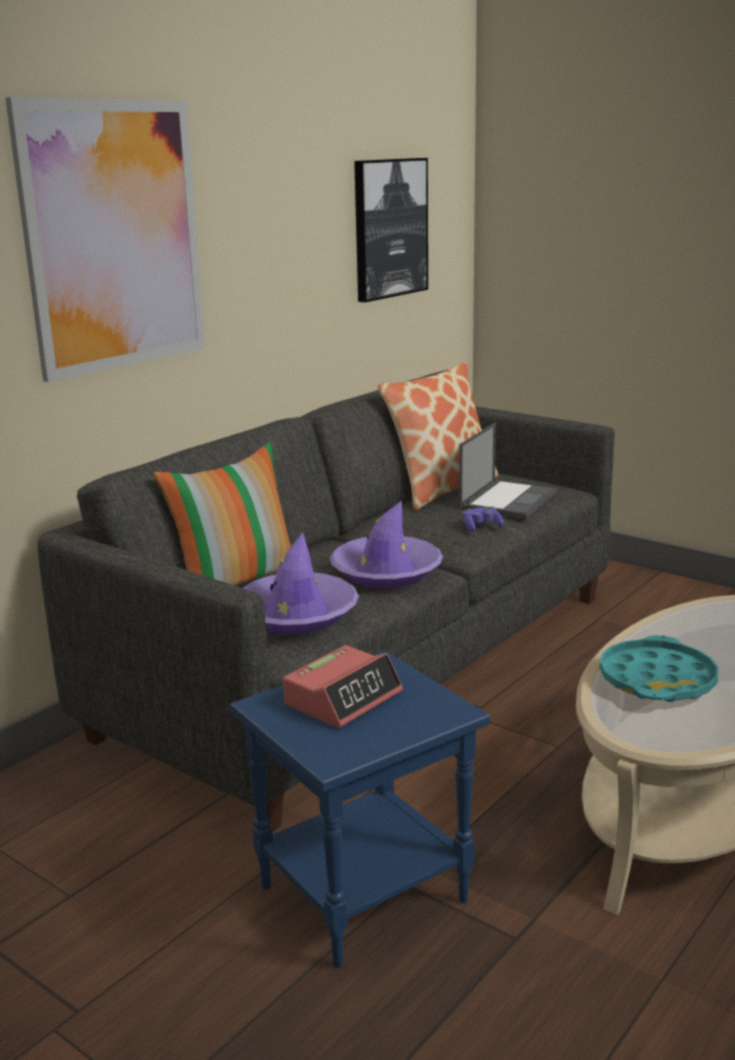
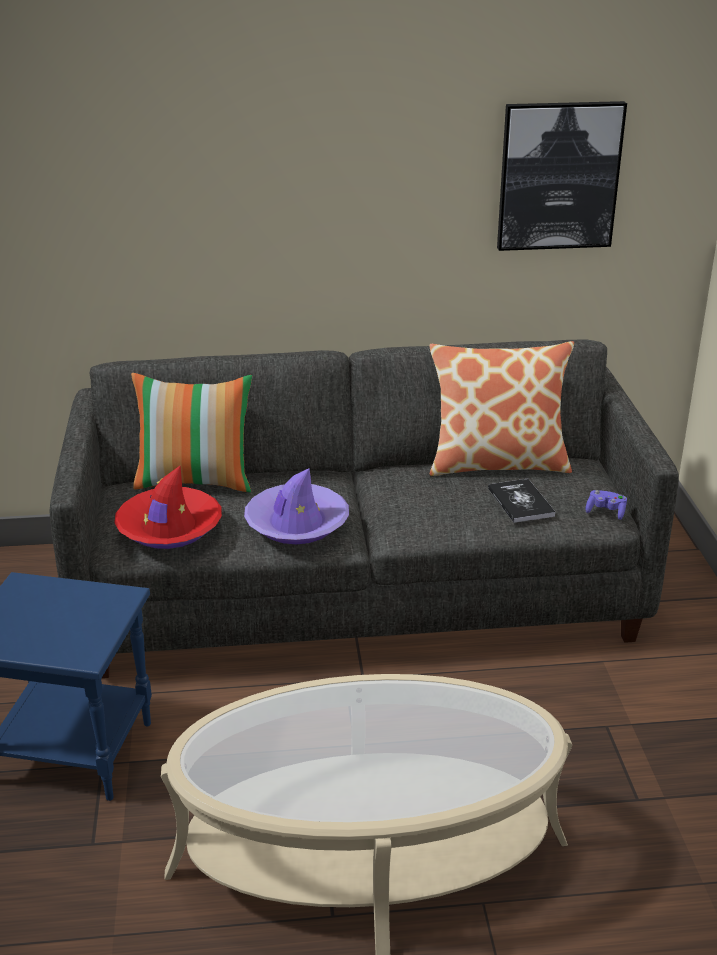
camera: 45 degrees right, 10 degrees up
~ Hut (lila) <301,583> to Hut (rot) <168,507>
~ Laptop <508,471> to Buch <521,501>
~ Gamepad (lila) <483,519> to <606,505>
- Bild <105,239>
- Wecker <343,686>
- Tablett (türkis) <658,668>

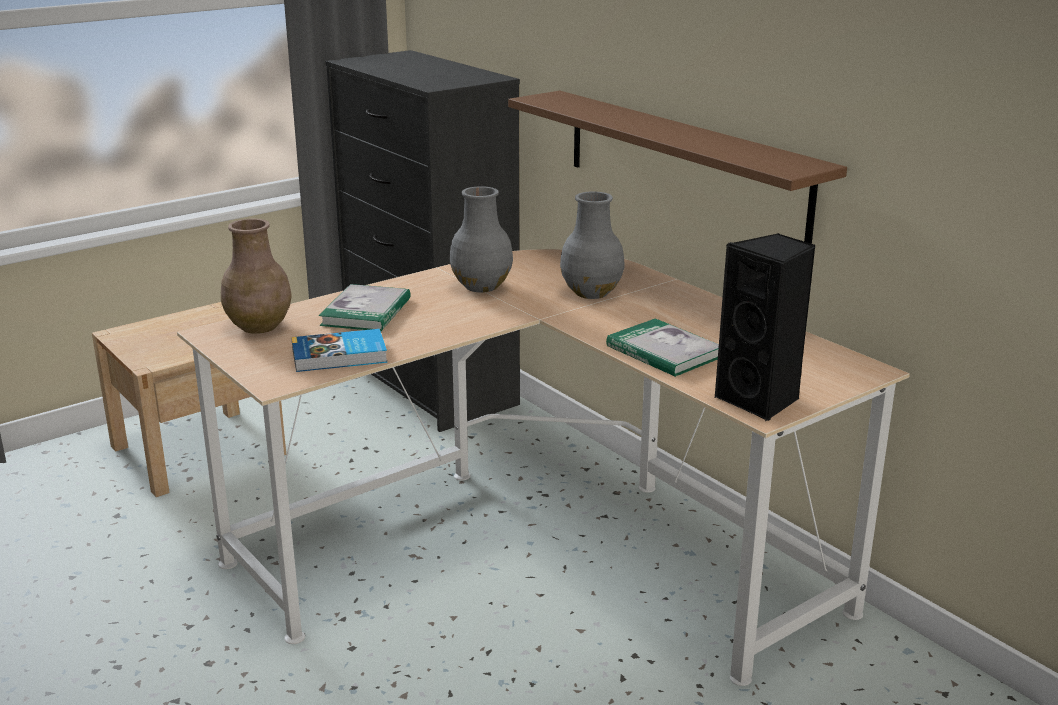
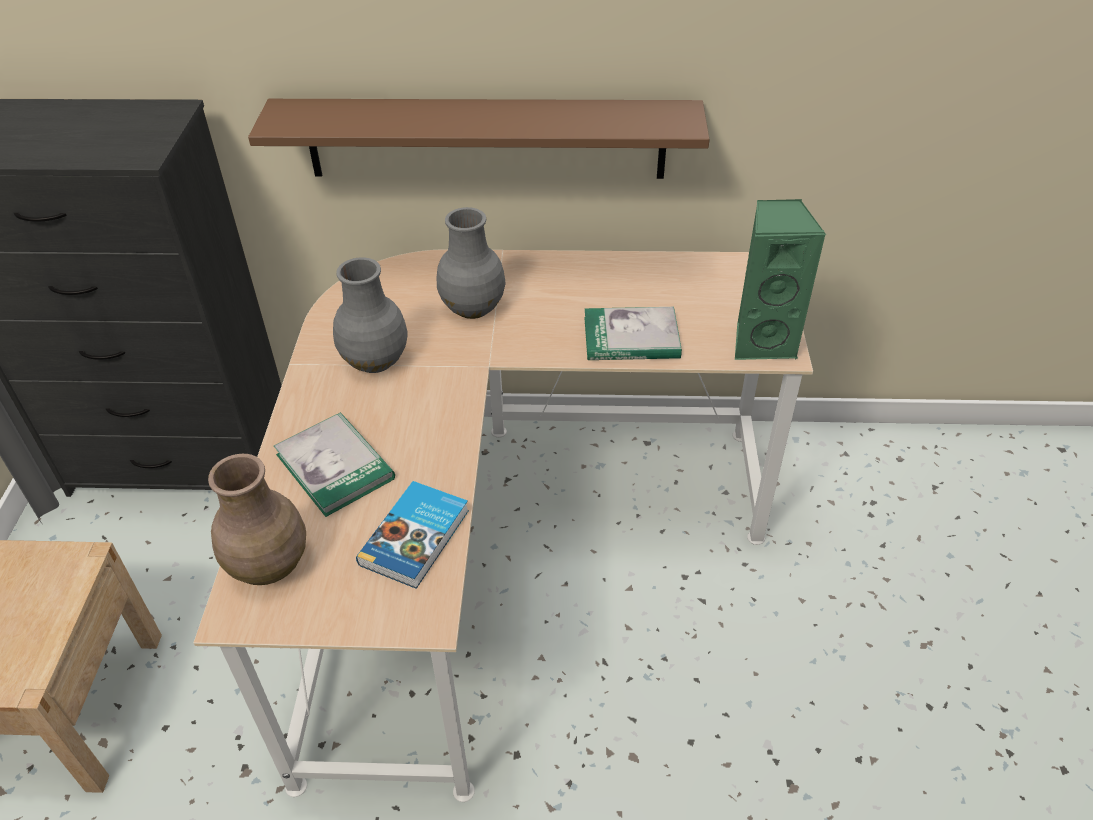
camera: 50 degrees left, 20 degrees up
~ Lautsprecher (schwarz) <764,327> to Lautsprecher (grün) <780,280>

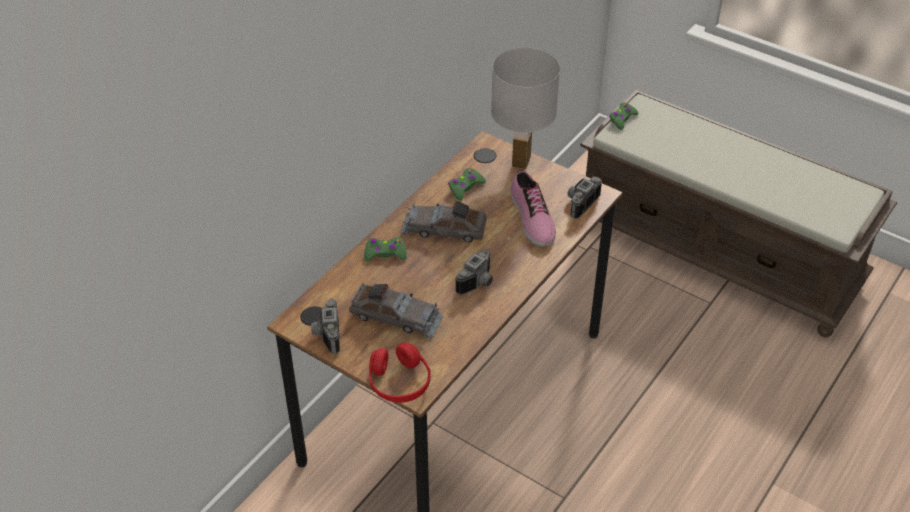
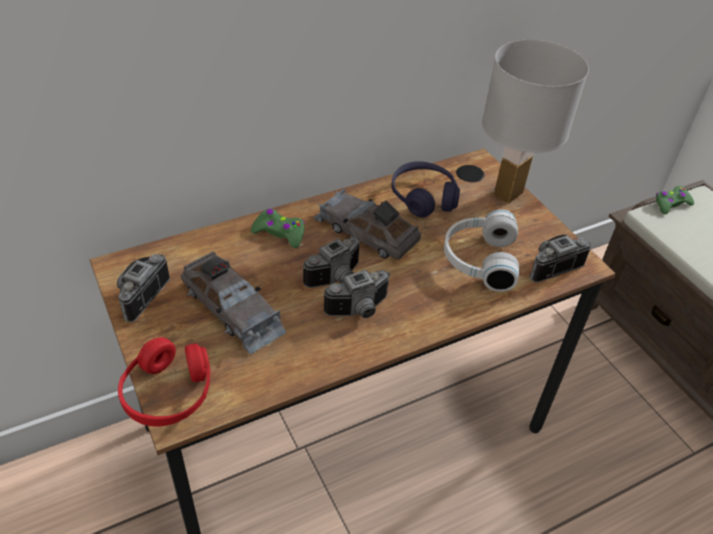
camera: 25 degrees right, 0 degrees up
+ Kamera <331,262>
~ Gamepad (grün) <467,184> to Kopfhörer (lila) <426,189>
~ Schuh <533,209> to Kopfhörer (weiß) <481,251>

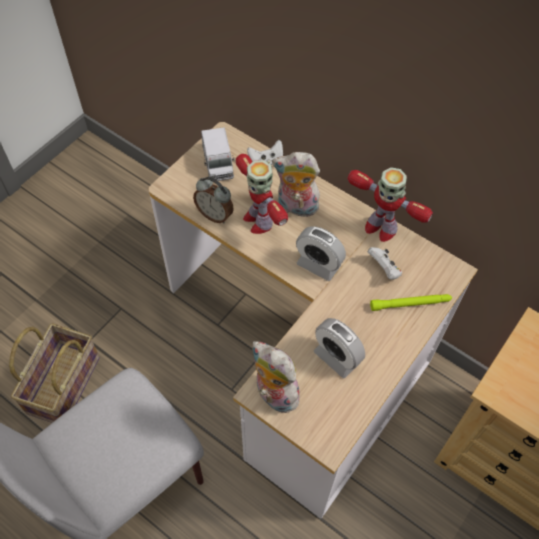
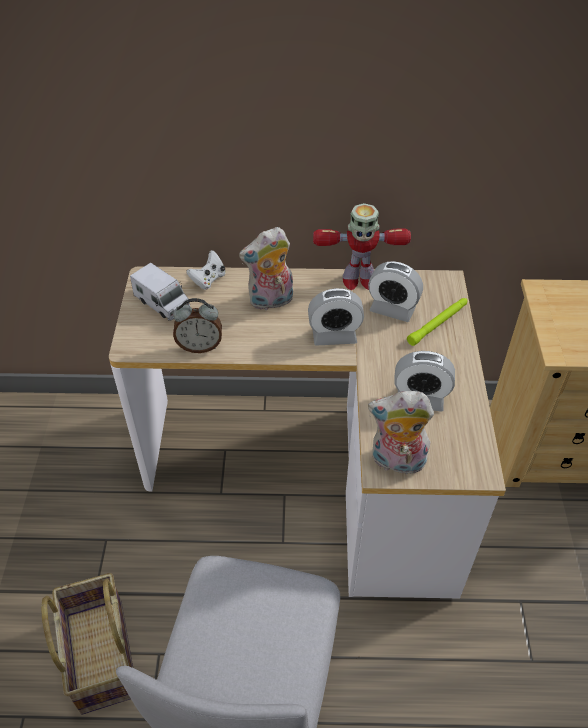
camera: 35 degrees left, 10 degrees down
~ Gamepad (weiß) <385,263> to Wecker <395,291>
- Spielzeugroboter <262,194>

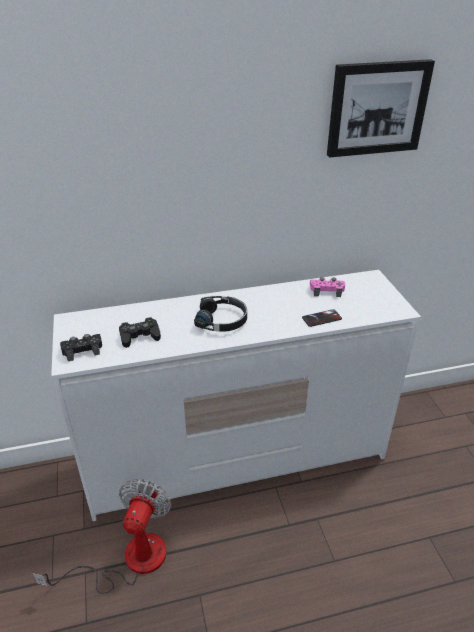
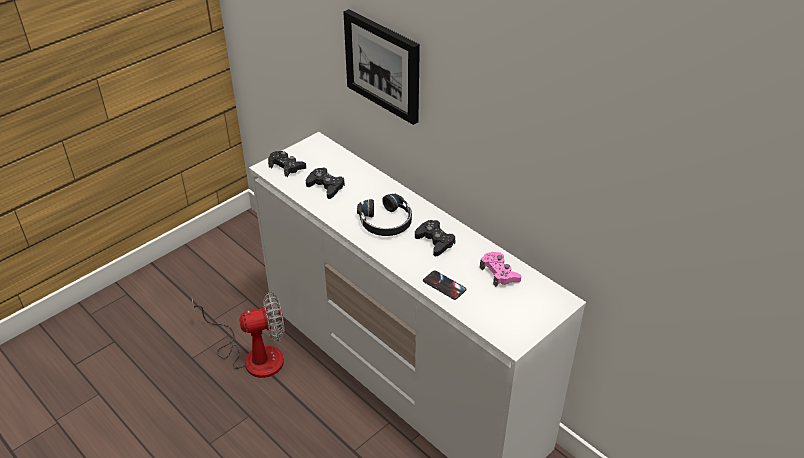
camera: 60 degrees right, 5 degrees up
~ Bild <381,108> to <381,67>
+ Gamepad (schwarz) <435,238>

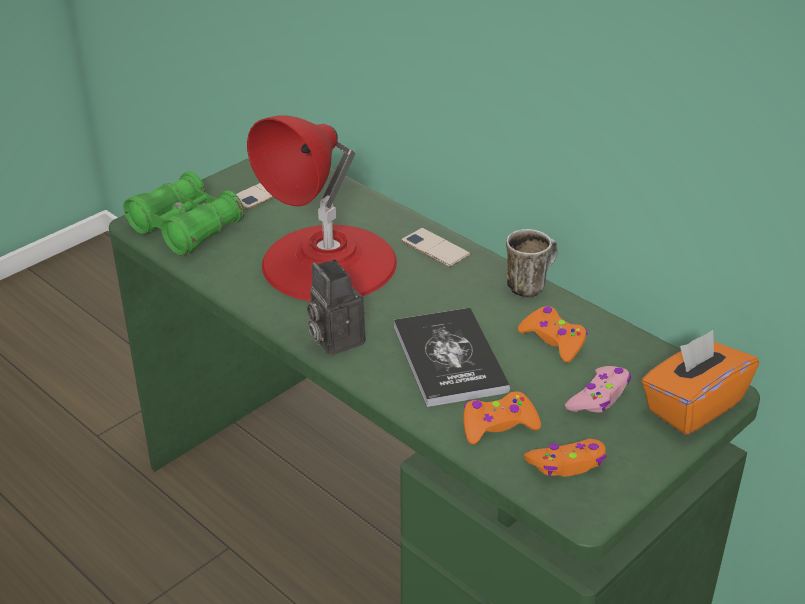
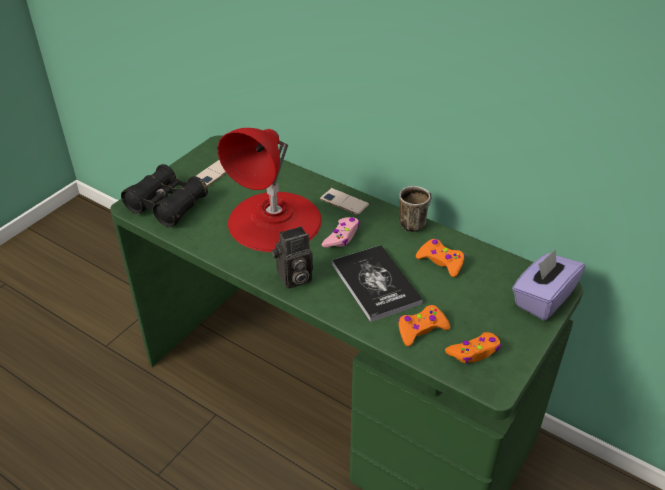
camera: 10 degrees left, 5 degrees up
~ Fernglas (grün) <183,213> to Fernglas (schwarz) <164,195>
~ Kamera <336,308> = <292,257> 75 degrees counterclockwise
~ Gamepad (rosa) <598,389> to <341,232>
~ Taschentuchbox (orange) <700,382> to Taschentuchbox (lila) <548,285>

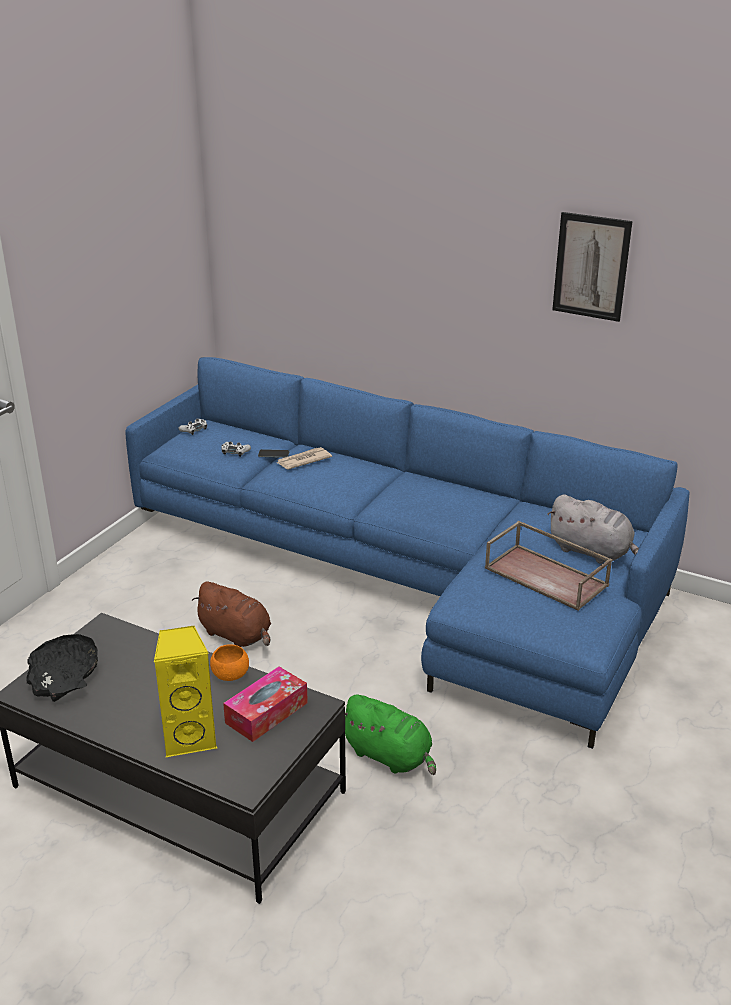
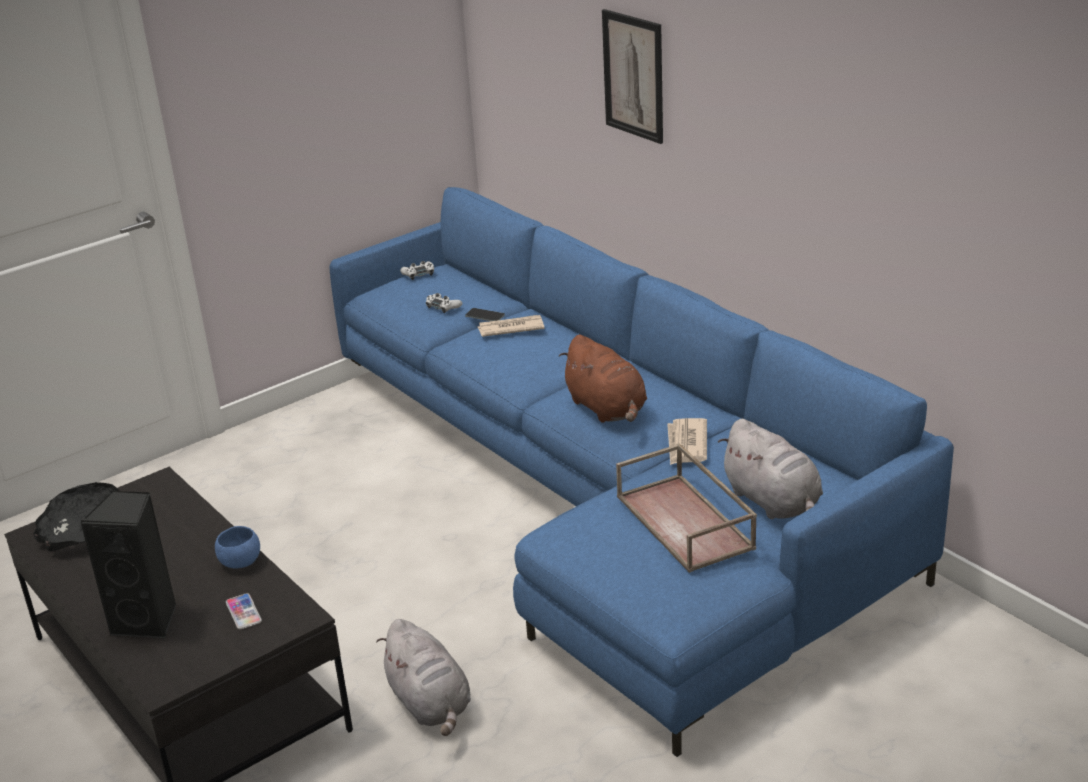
camera: 25 degrees right, 0 degrees up
~ Lautsprecher (gelb) <185,692> to Lautsprecher (schwarz) <128,565>
~ Schüssel (orange) <229,662> to Schüssel (blau) <237,547>
~ Taschentuchbox <265,704> to Handy <244,611>
~ Plüschtier (grün) <390,735> to Plüschtier (grau) <423,677>
~ Plüschtier (braun) <231,614> to <603,379>
~ Bild <592,267> to <632,76>
+ Zeitung <687,441>

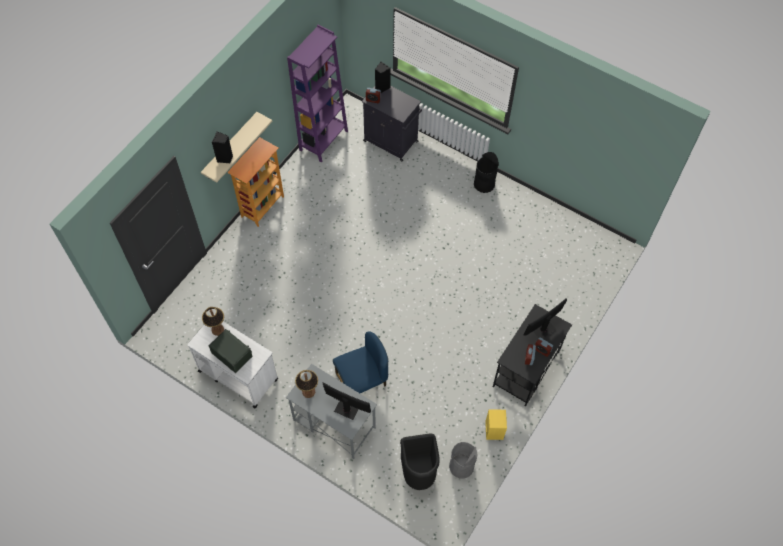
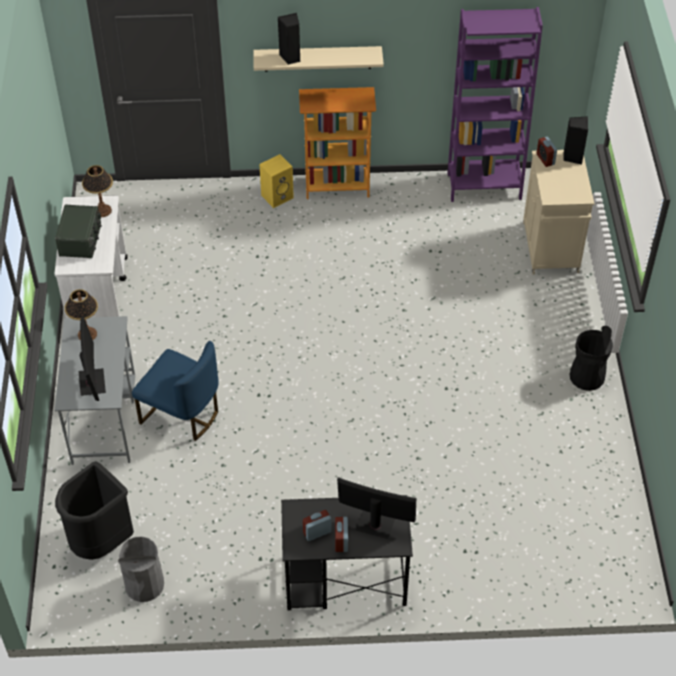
camera: 55 degrees right, 10 degrees down
~ Lautsprecher (gelb) <496,425> to <276,181>
~ Schrank (schwarz) <392,123> to Schrank (beige) <558,212>

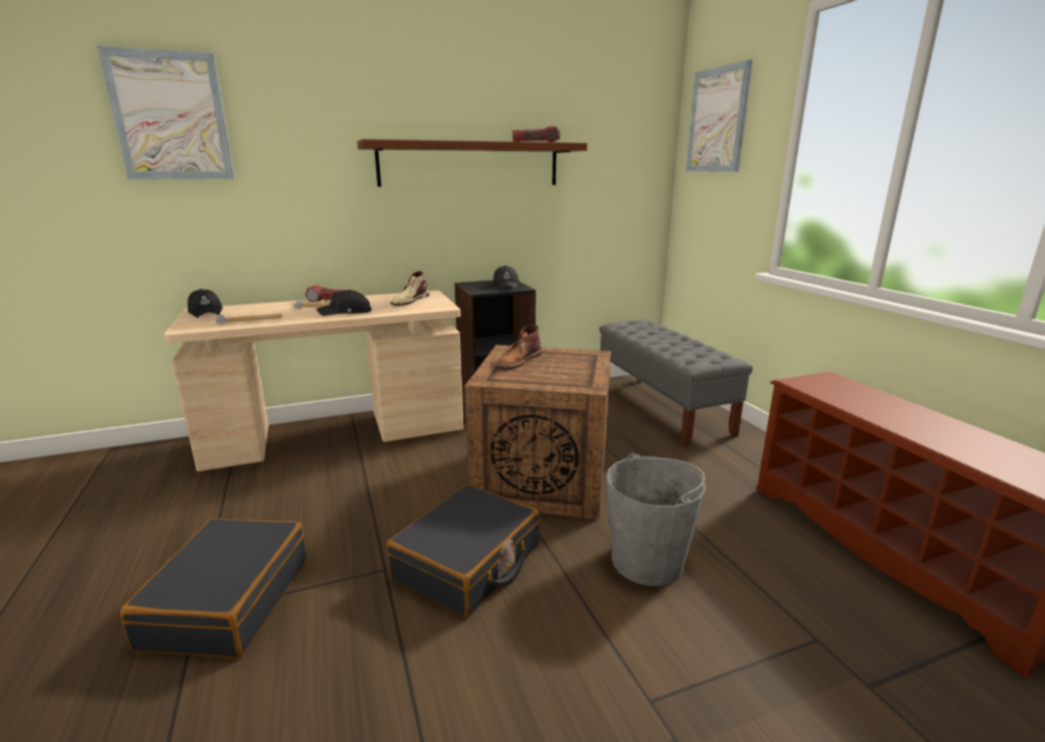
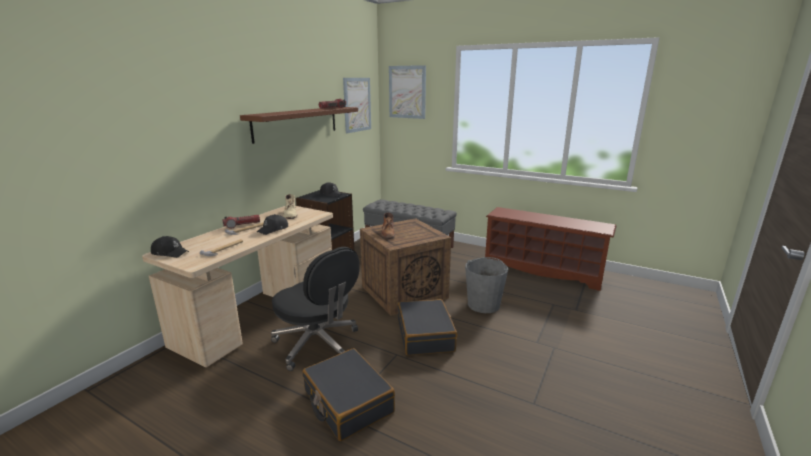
camera: 40 degrees left, 0 degrees up
+ Bürostuhl (schwarz) <315,309>
~ Bild <166,113> to <357,105>

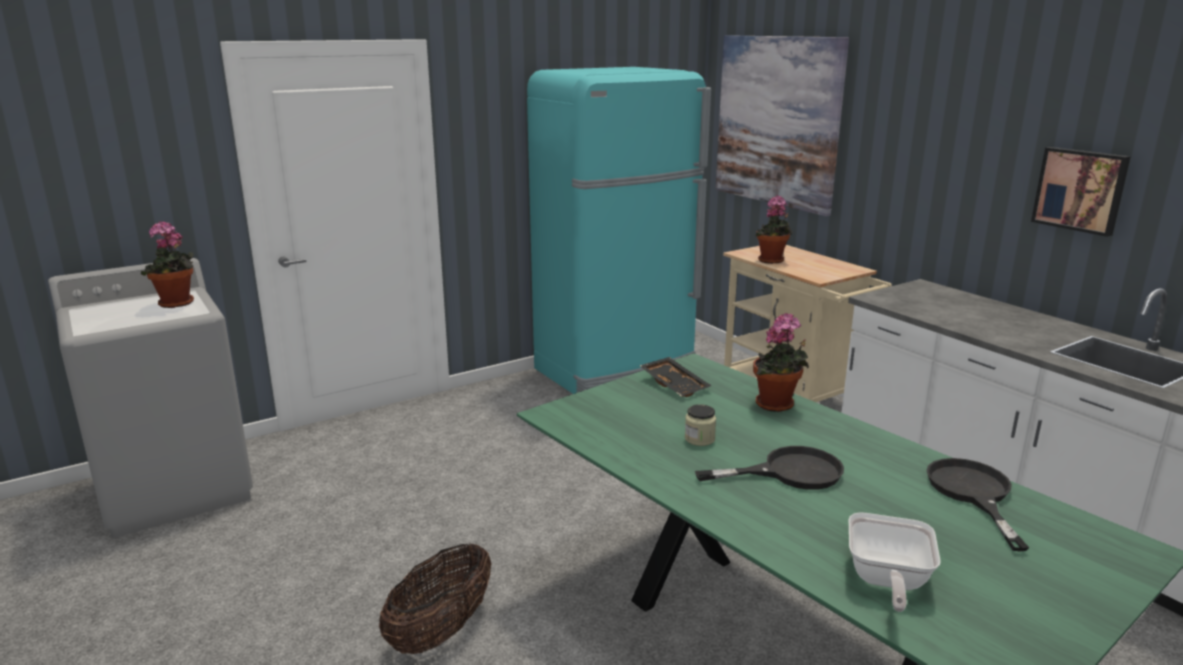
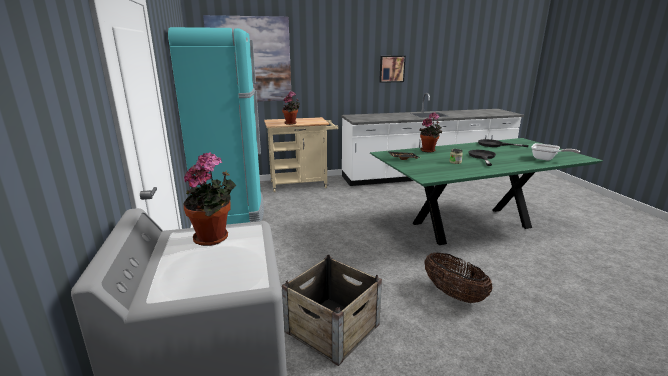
camera: 70 degrees left, 0 degrees up
+ Kiste <332,310>

